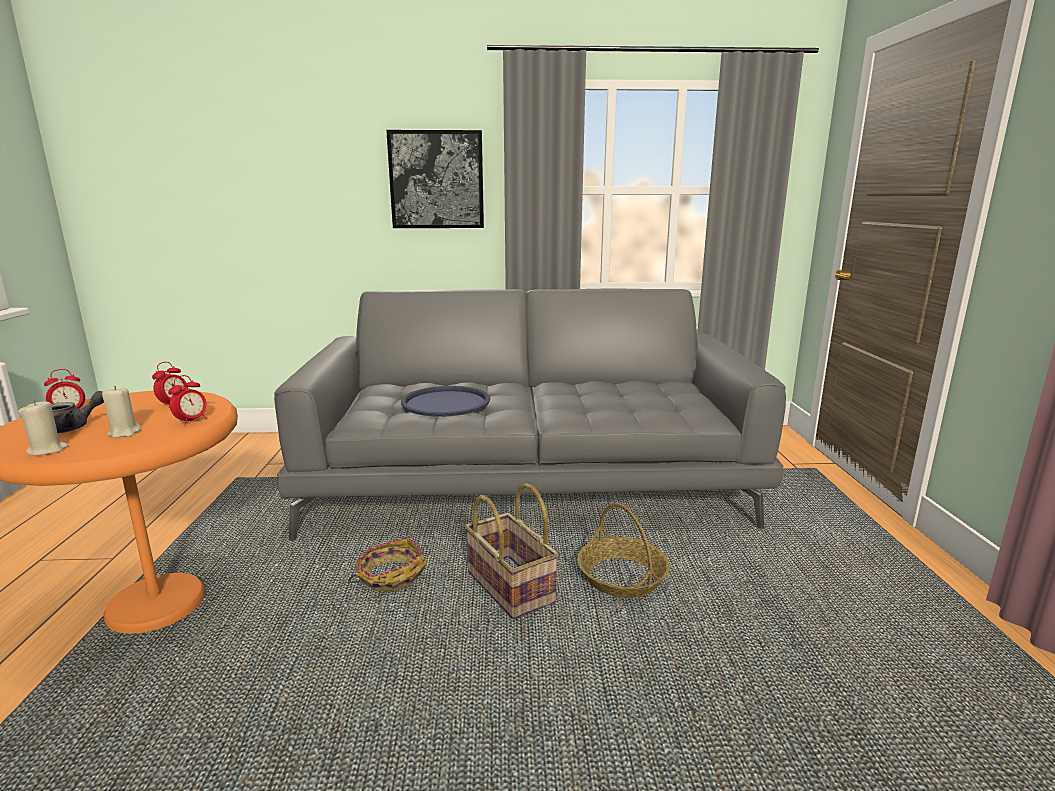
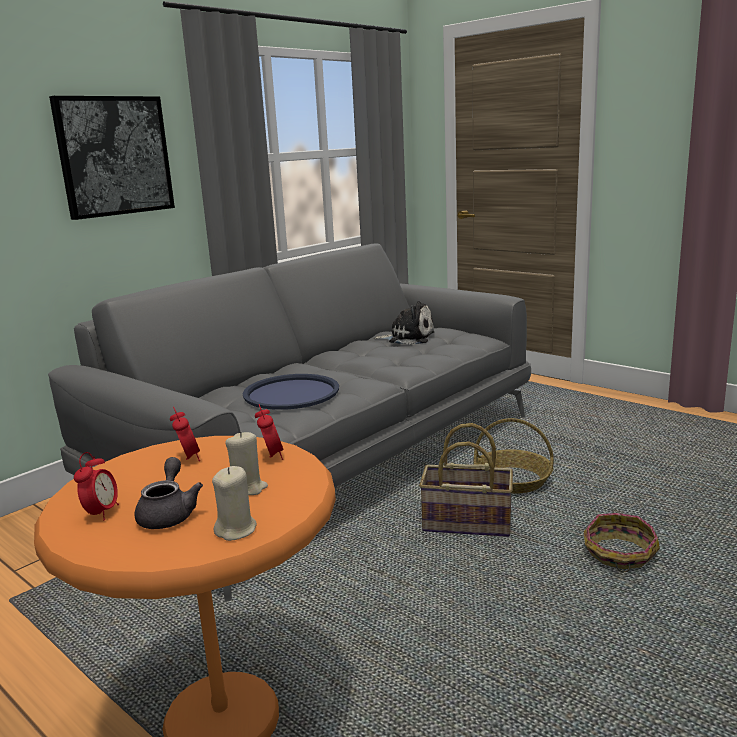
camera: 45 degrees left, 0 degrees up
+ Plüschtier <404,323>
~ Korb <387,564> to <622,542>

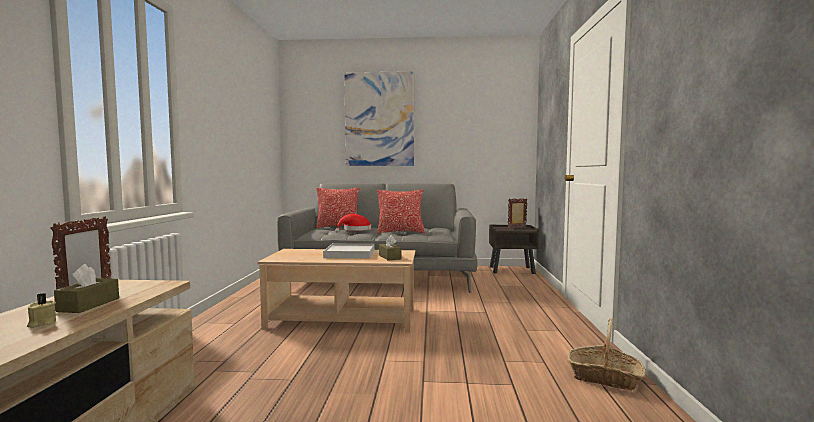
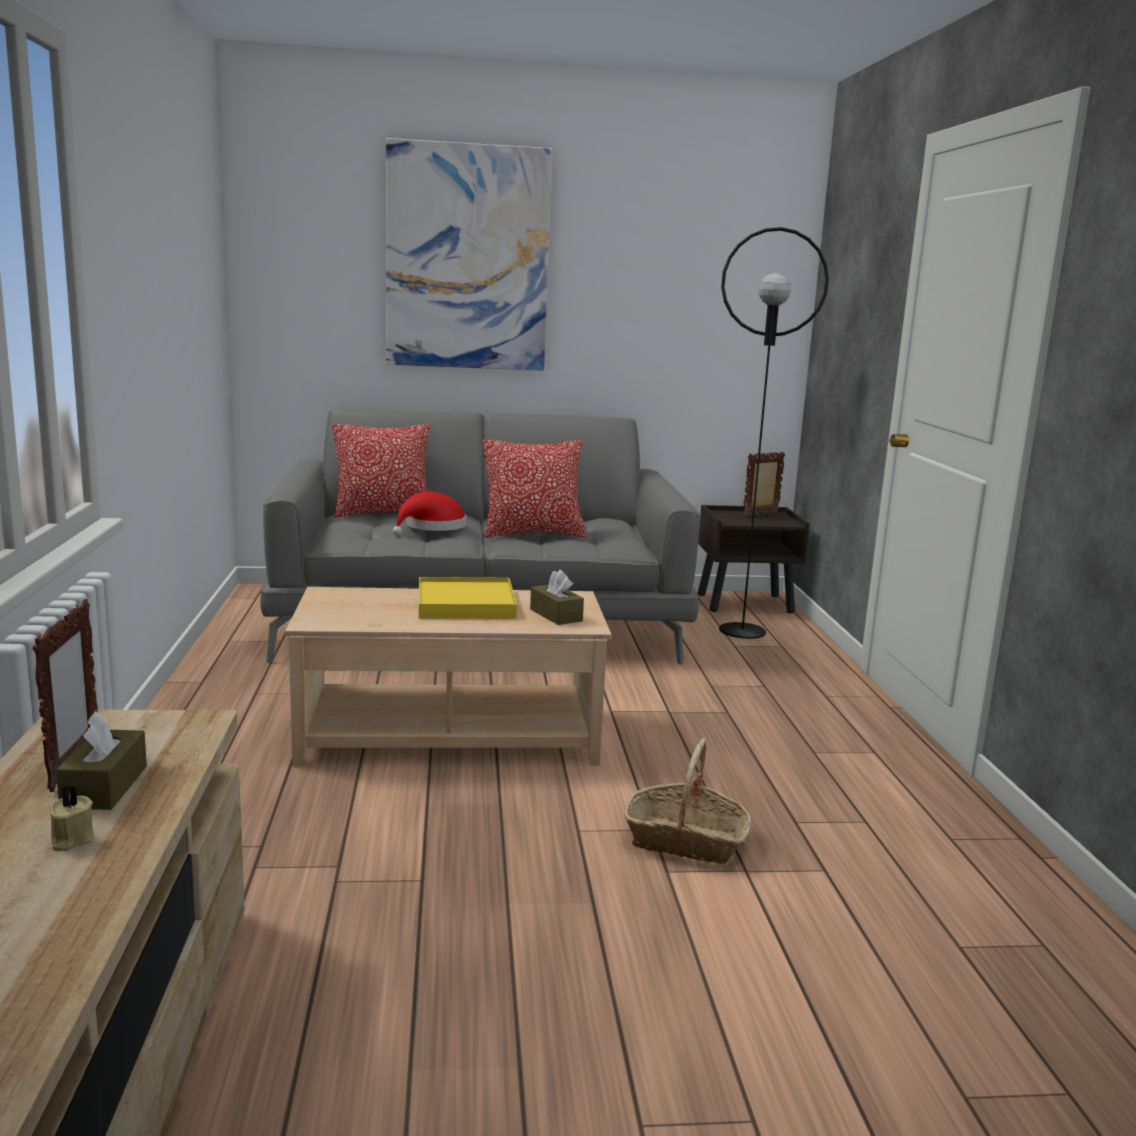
camera: 10 degrees left, 10 degrees up
~ Tablett (weiß) <349,250> to Tablett (gelb) <468,598>
~ Korb <607,354> to <687,801>
+ Stehlampe (schwarz) <774,433>

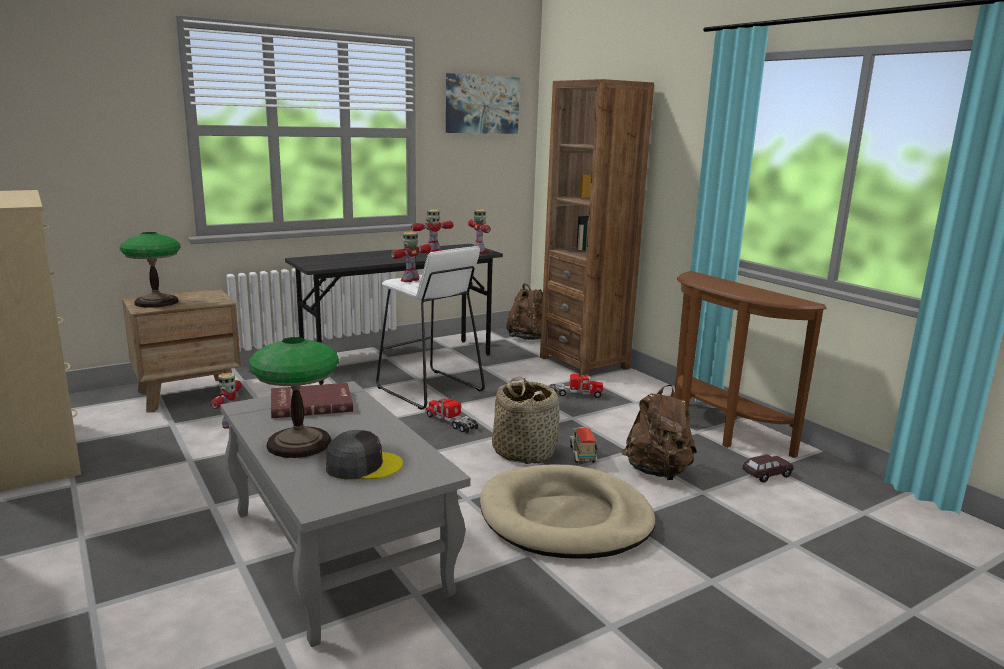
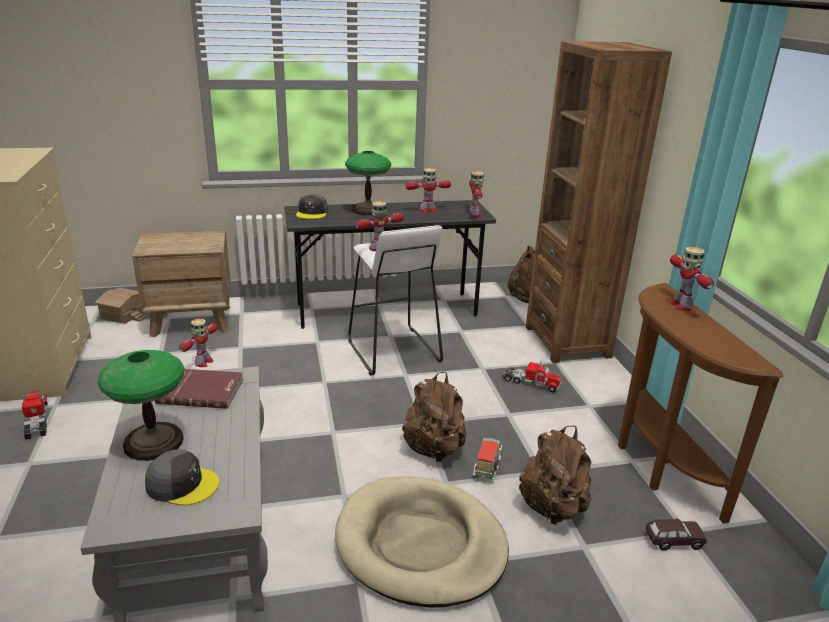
camera: 20 degrees right, 10 degrees up
~ Spielzeuglaster <451,414> to <35,415>
+ Spielzeughaus <120,306>
+ Kappe (grau) <312,206>
~ Tischlampe <150,270> to <368,183>
~ Korb <526,420> to Rucksack (braun) <434,417>
+ Spielzeugroboter <691,279>
- Bild <483,103>

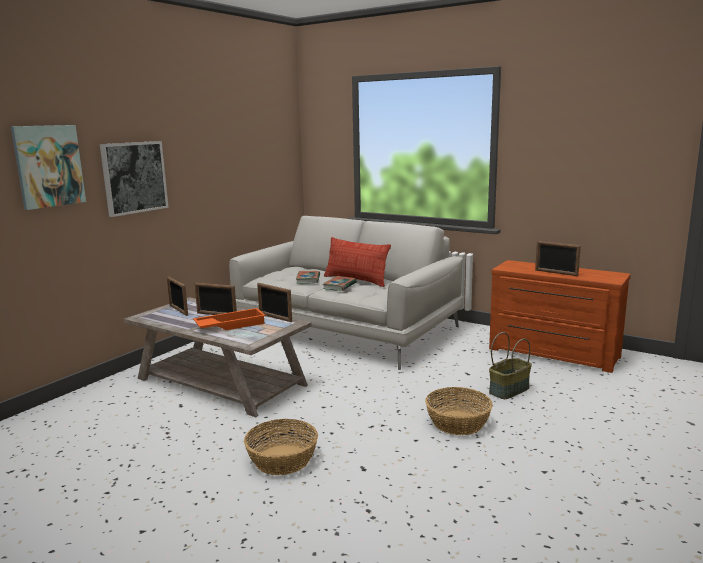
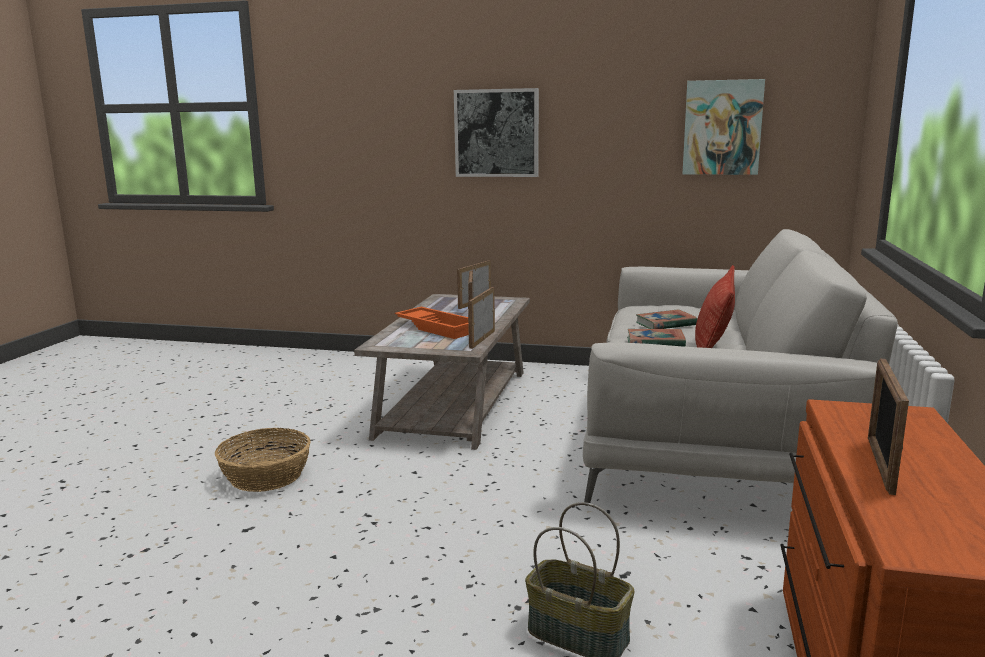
camera: 70 degrees right, 0 degrees up
~ Bild <48,167> to <723,127>
- Korb <459,411>

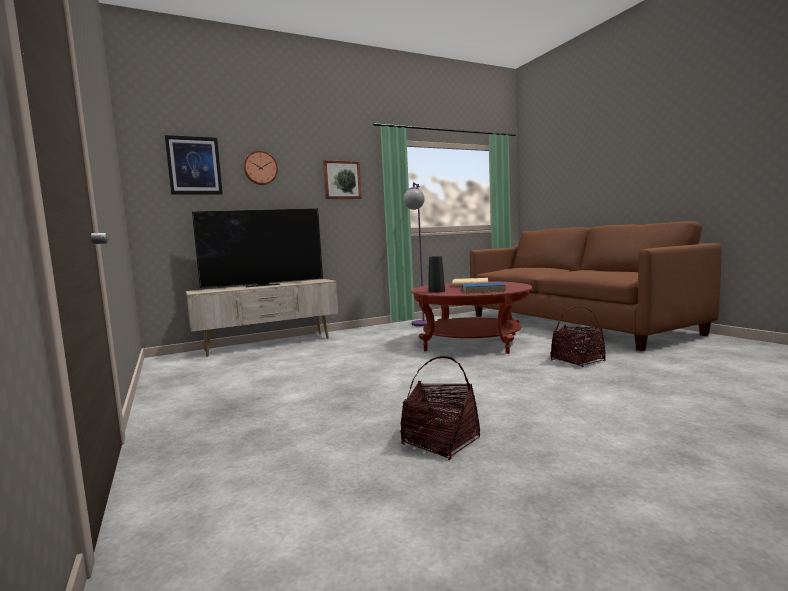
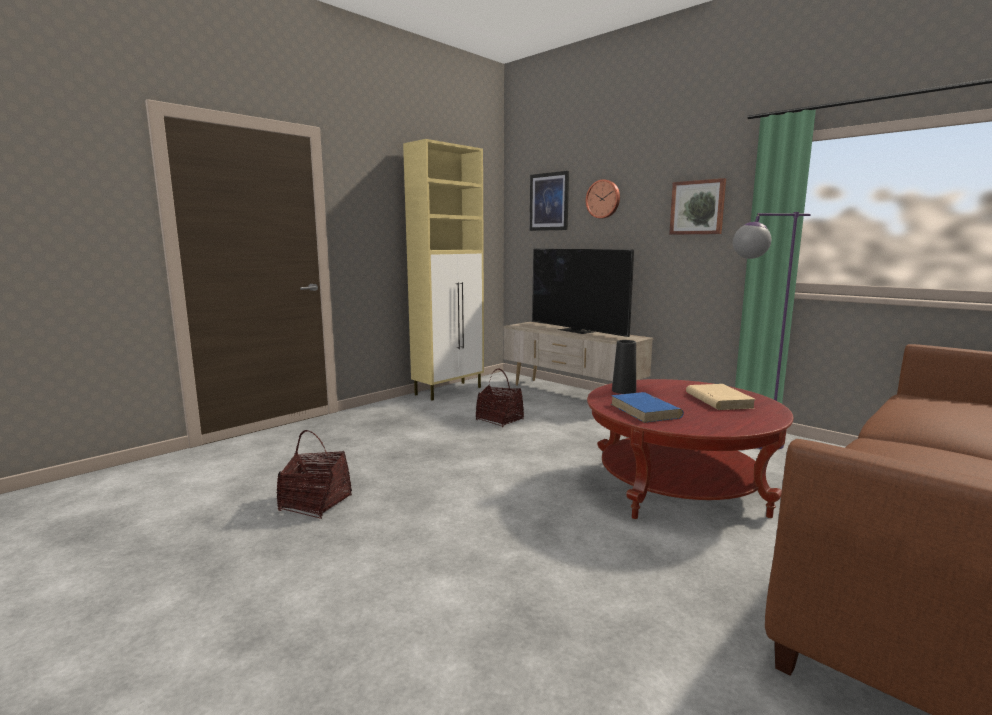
camera: 70 degrees right, 5 degrees up
+ Schrank (beige) <443,270>
~ Korb <578,336> to <500,397>

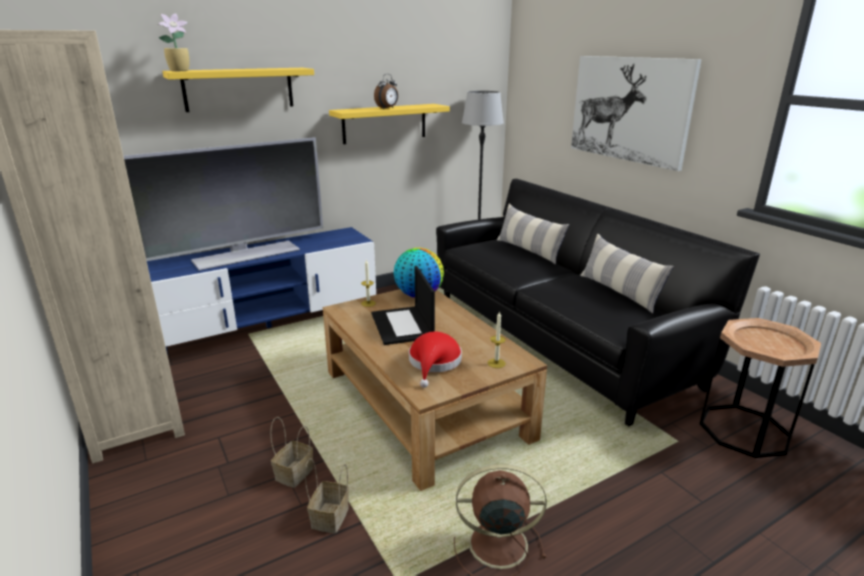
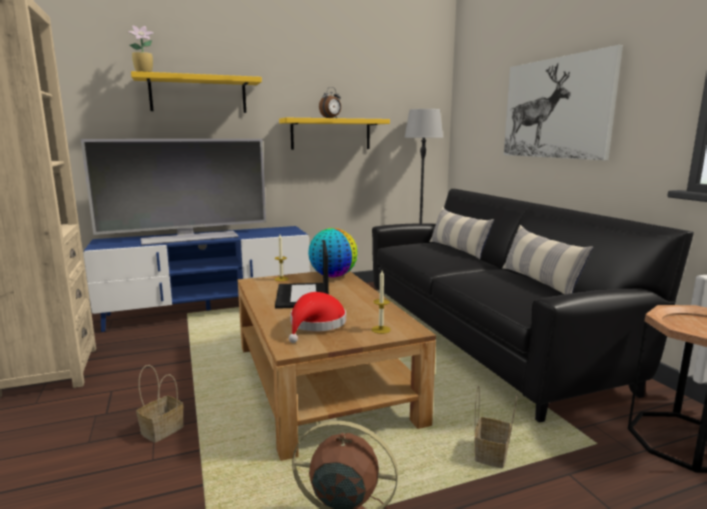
camera: 10 degrees right, 10 degrees down
~ Korb <327,495> to <496,427>

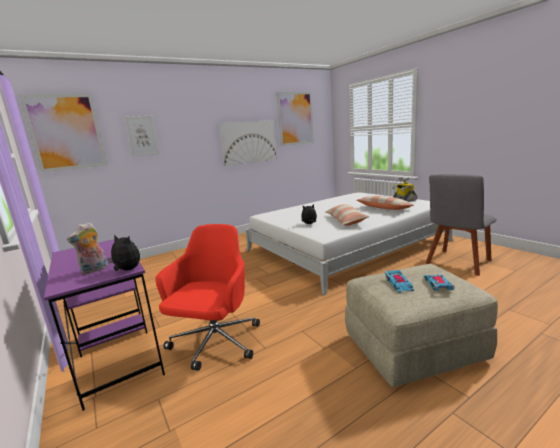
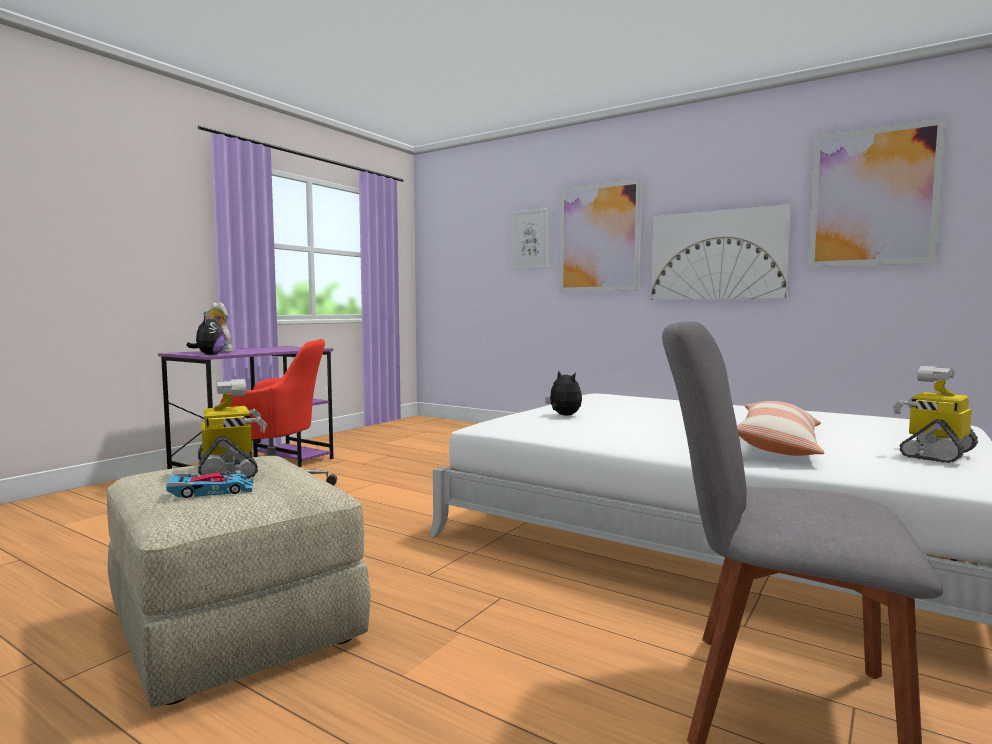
camera: 65 degrees right, 10 degrees down
~ Spielzeugauto <399,281> to Spielzeugroboter <232,429>
~ Bild <63,133> to <600,235>
- Kissen <348,215>

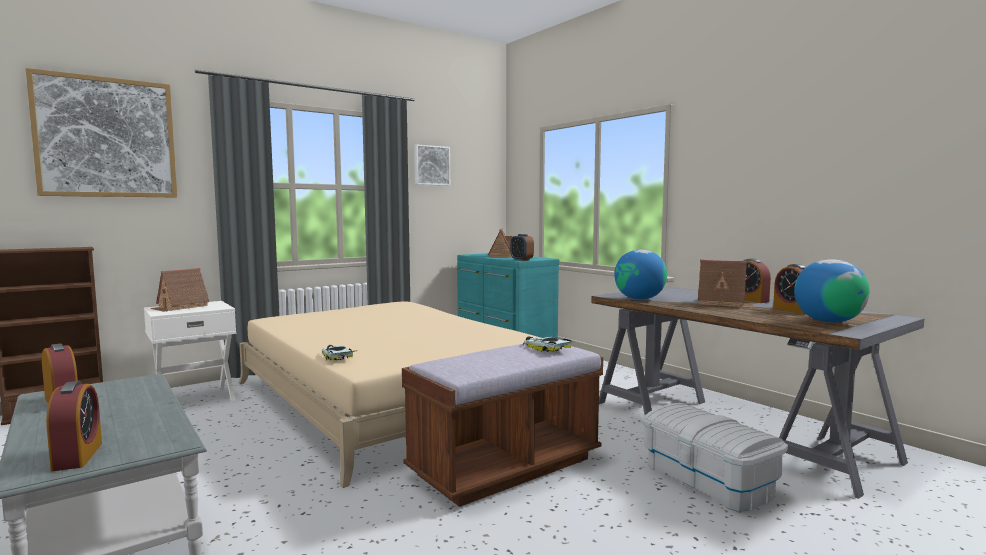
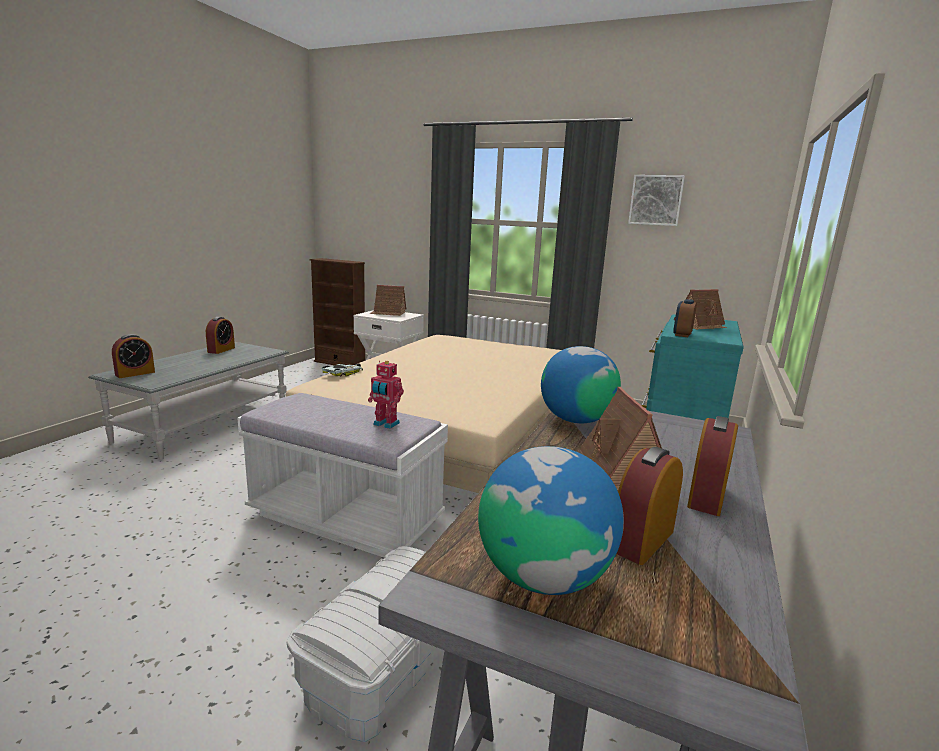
camera: 60 degrees right, 10 degrees up
~ Bank (braun) <502,425> to Bank (weiß) <342,475>
~ Spielzeugauto <547,344> to Spielzeugroboter <386,394>
- Bild <101,132>

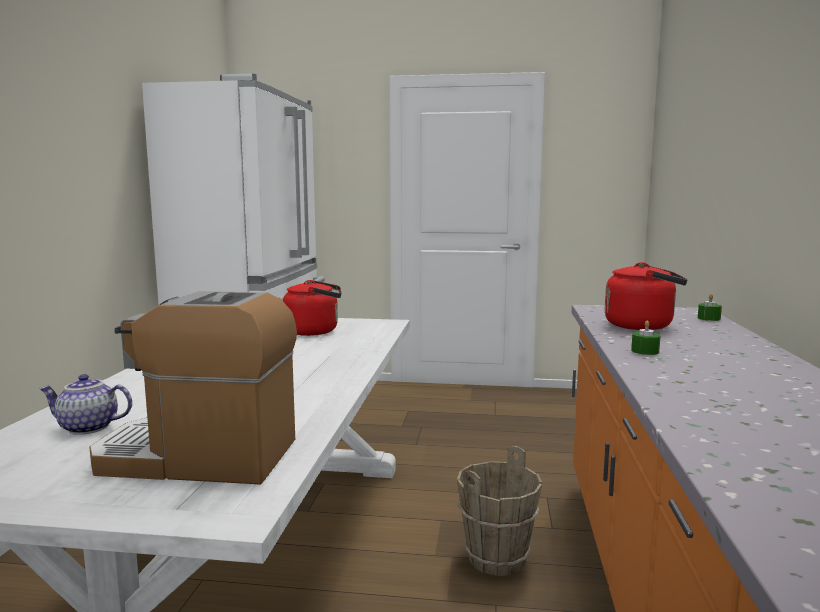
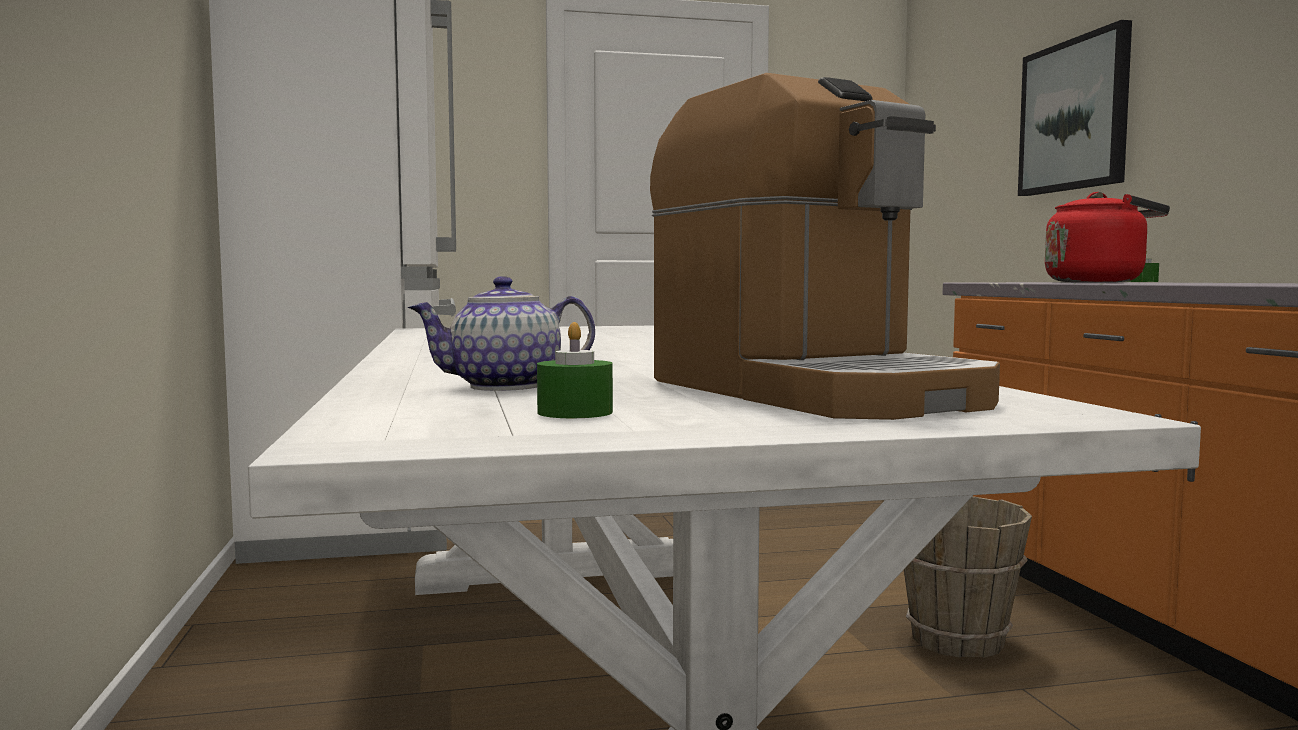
camera: 20 degrees left, 5 degrees down
~ Kerze (grün) <645,338> to <575,370>
~ Kaffeemaschine <193,388> = <825,246> 105 degrees counterclockwise
+ Bild <1075,108>
- Wasserkessel (rot) <312,308>

